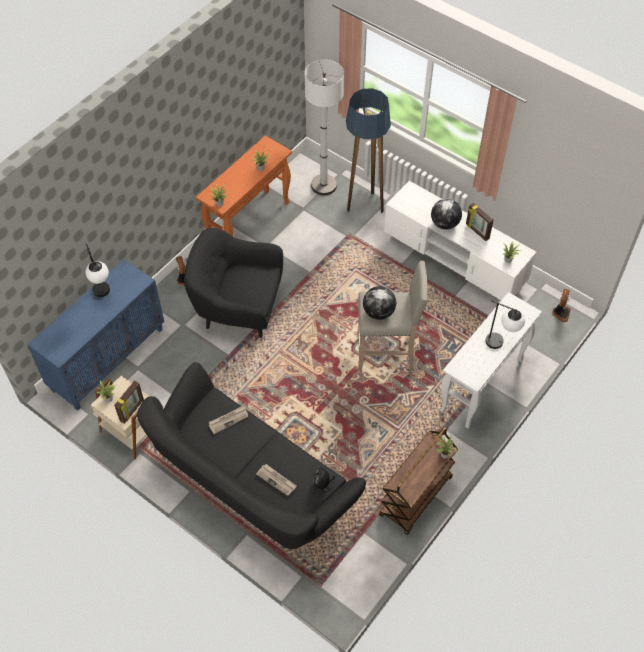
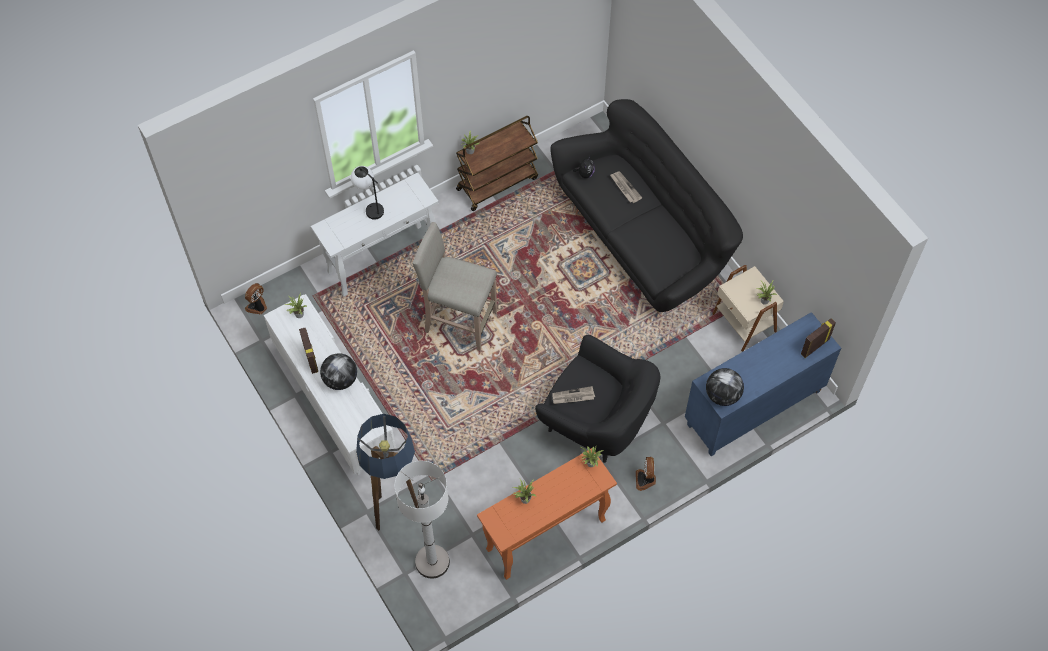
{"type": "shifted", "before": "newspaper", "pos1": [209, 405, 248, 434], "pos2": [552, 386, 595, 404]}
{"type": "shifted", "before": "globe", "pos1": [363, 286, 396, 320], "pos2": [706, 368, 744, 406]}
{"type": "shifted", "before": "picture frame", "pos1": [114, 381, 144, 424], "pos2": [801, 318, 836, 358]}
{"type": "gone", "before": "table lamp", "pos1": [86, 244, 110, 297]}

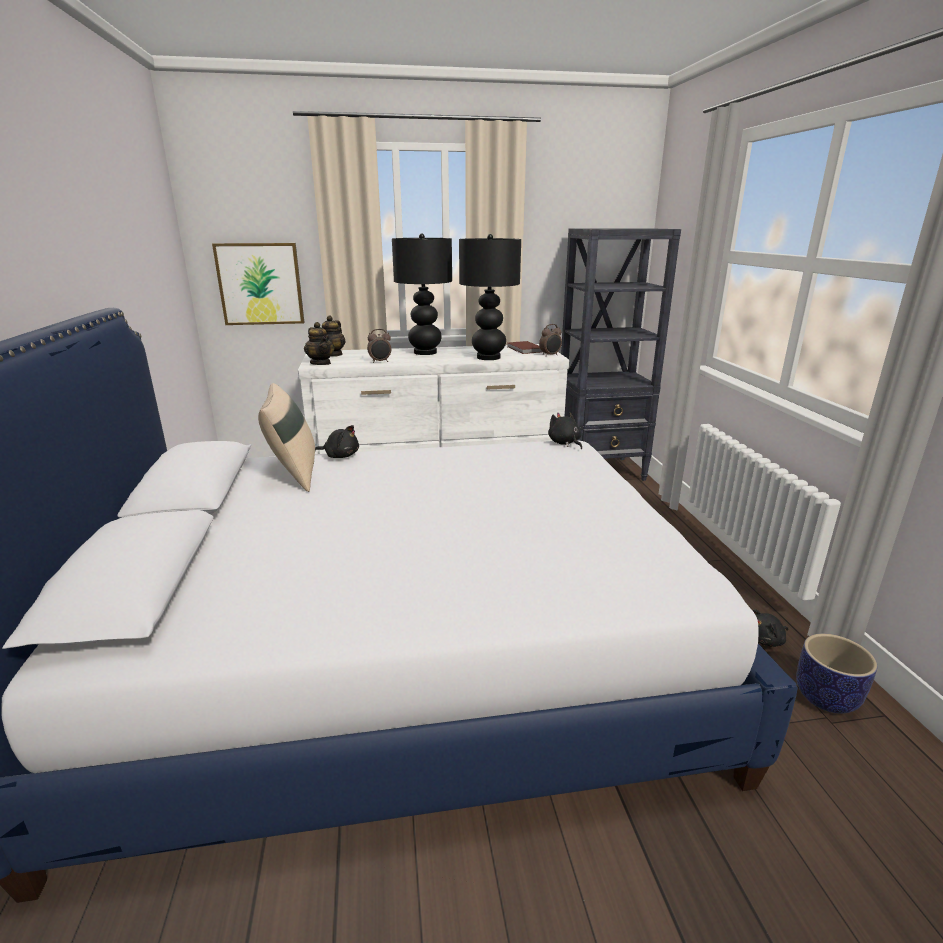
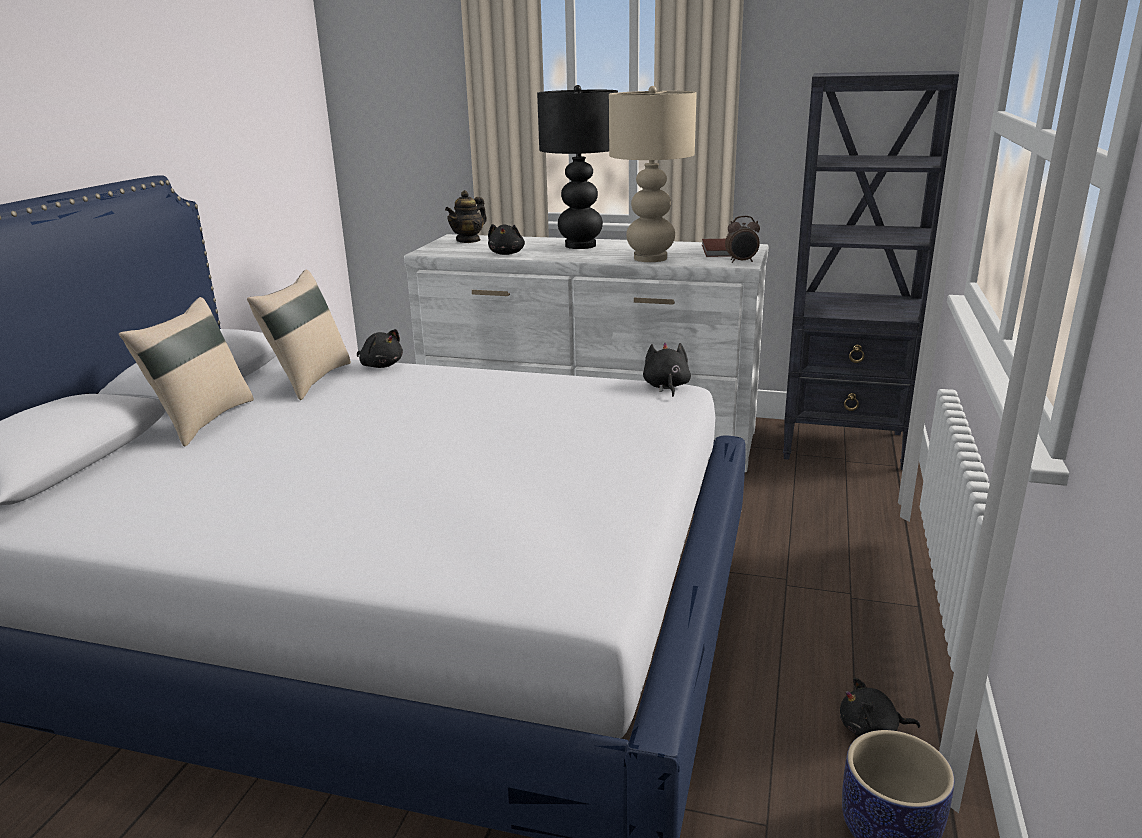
{"type": "new", "after": "pillow (beige)", "pos2": [119, 297, 254, 447]}
{"type": "swapped", "before": "alarm clock", "after": "plush toy (black)", "pos1": [367, 329, 391, 363], "pos2": [488, 224, 525, 255]}
{"type": "repainted", "before": "table lamp (black)", "after": "table lamp (beige)", "pos1": [459, 234, 521, 360], "pos2": [609, 86, 697, 262]}
{"type": "gone", "before": "picture", "pos1": [212, 243, 305, 325]}
{"type": "gone", "before": "teapot", "pos1": [304, 322, 335, 365]}

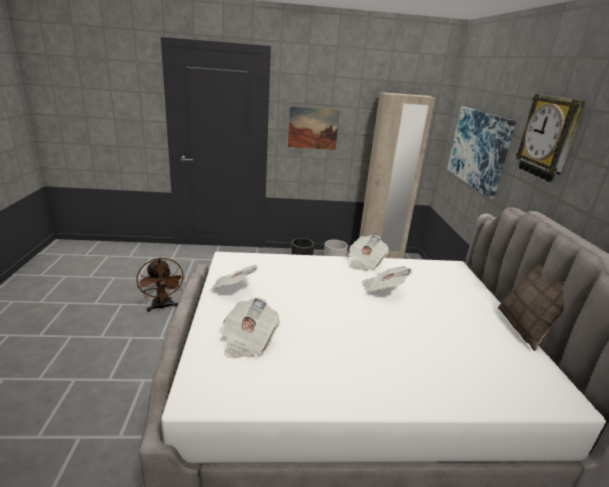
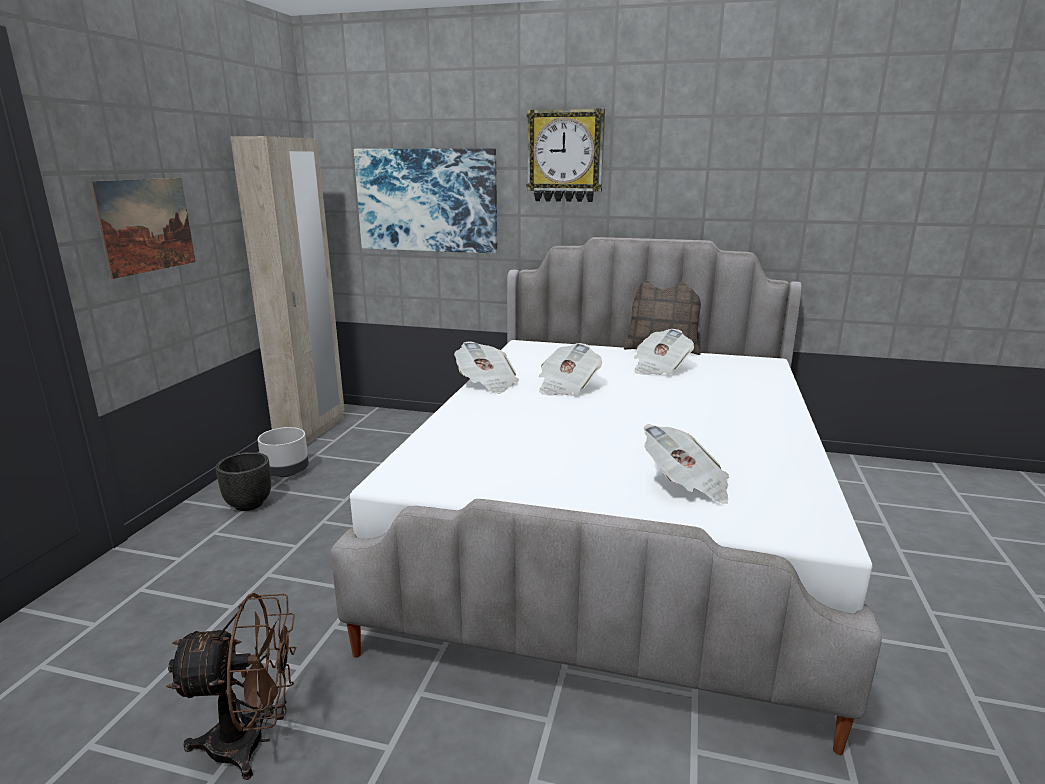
{"type": "shifted", "before": "newspaper", "pos1": [210, 264, 258, 290], "pos2": [634, 329, 694, 375]}

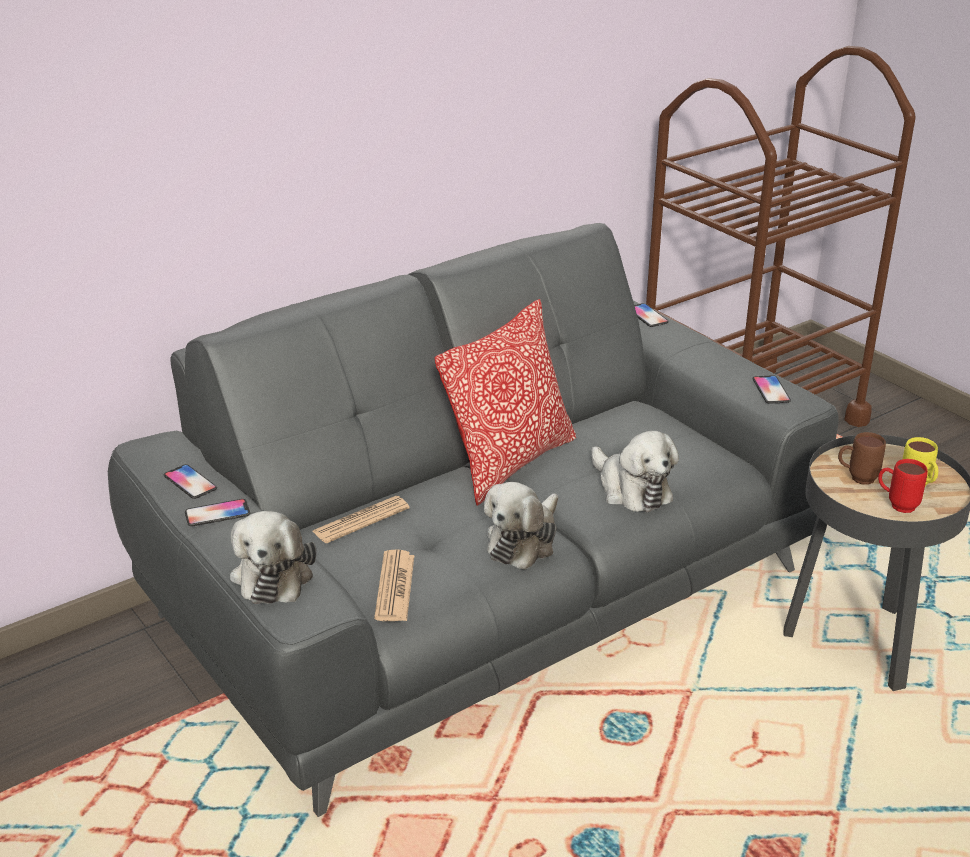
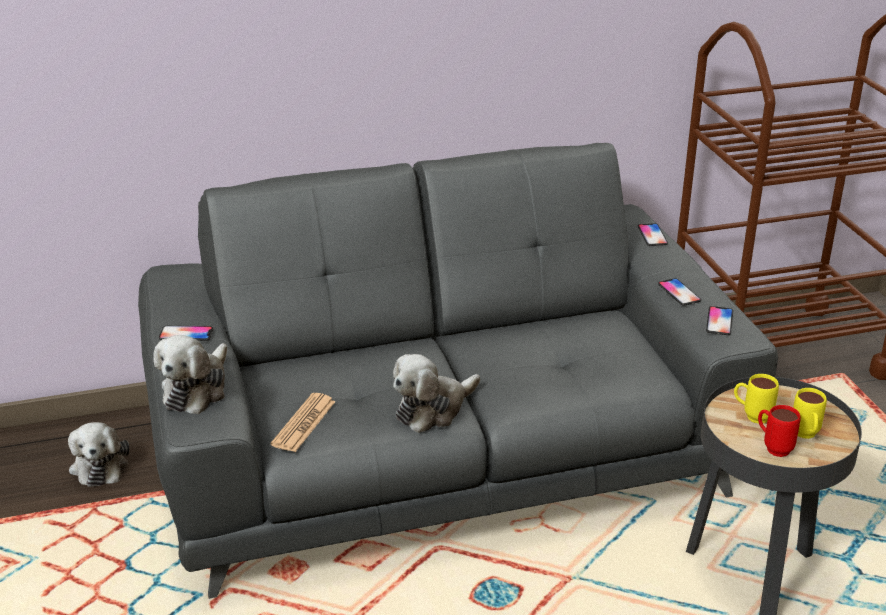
{"type": "shifted", "before": "plush toy", "pos1": [591, 431, 679, 512], "pos2": [68, 422, 130, 487]}
{"type": "shifted", "before": "phone", "pos1": [164, 464, 217, 499], "pos2": [658, 278, 701, 306]}
{"type": "repainted", "before": "mug (brown)", "after": "mug (yellow)", "pos1": [838, 432, 886, 485], "pos2": [734, 374, 779, 424]}
{"type": "gone", "before": "newspaper", "pos1": [313, 496, 410, 543]}
{"type": "gone", "before": "pillow", "pos1": [435, 299, 576, 506]}

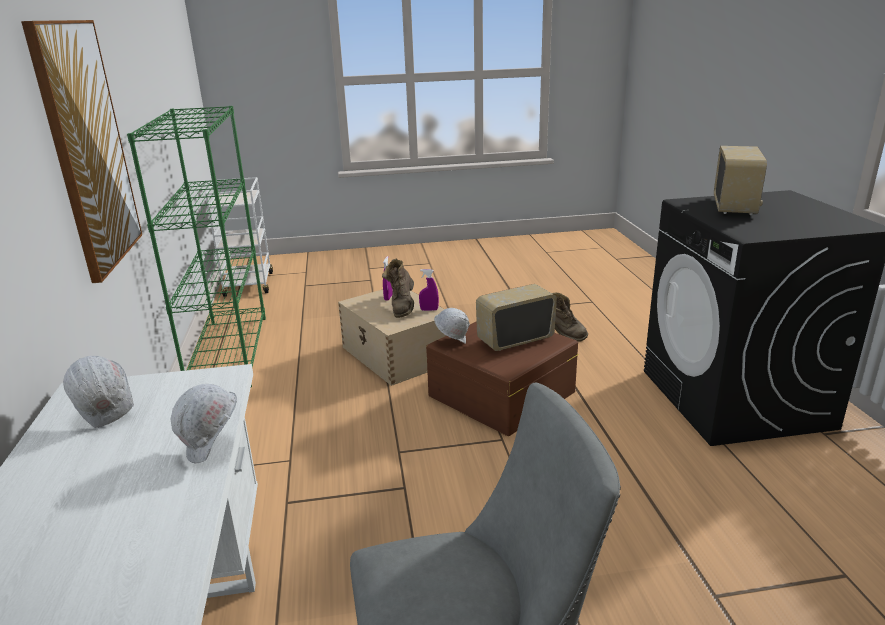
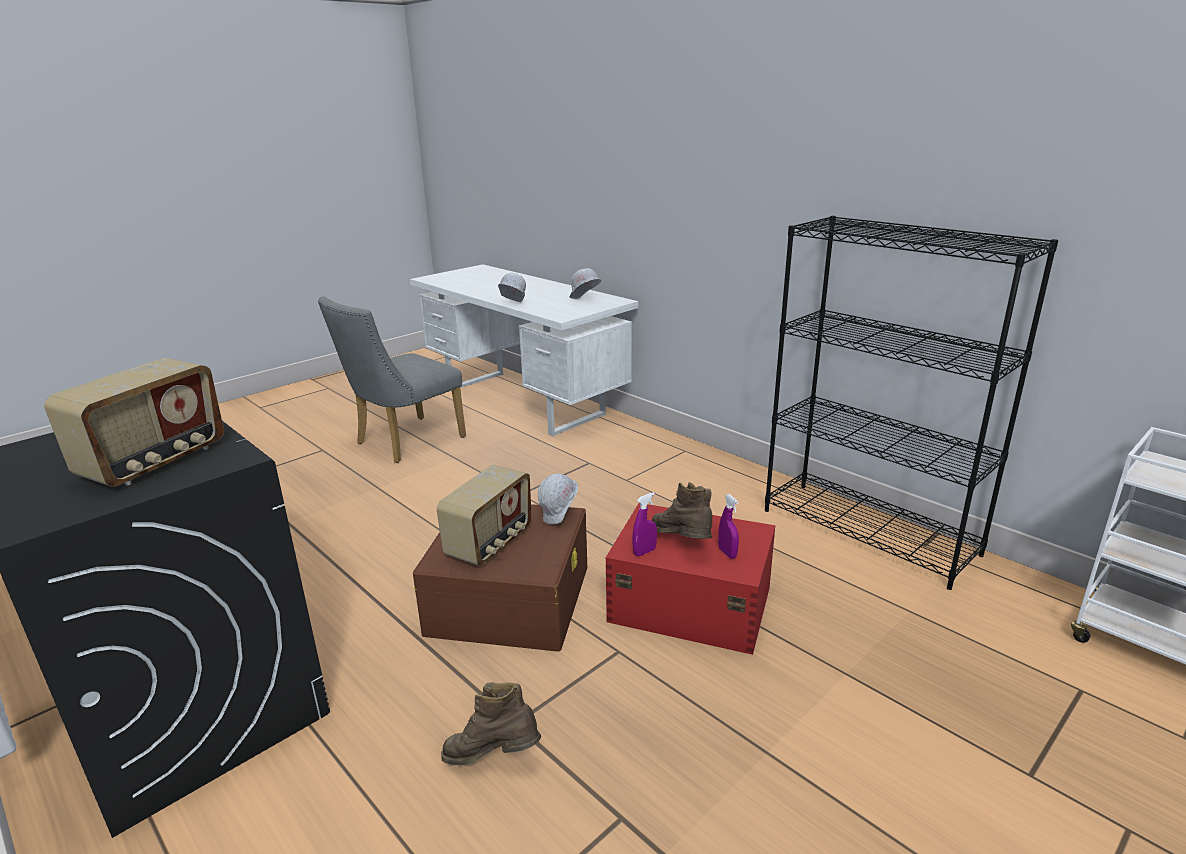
{"type": "rotated", "before": "radio", "pos1": [714, 146, 767, 215], "pos2": [44, 358, 224, 487], "turn": -135}
{"type": "repainted", "before": "storage box (beige)", "after": "storage box (red)", "pos1": [338, 289, 447, 386], "pos2": [605, 503, 775, 655]}
{"type": "repainted", "before": "bookcase (green)", "after": "bookcase (black)", "pos1": [127, 106, 266, 387], "pos2": [765, 216, 1058, 590]}
{"type": "gone", "before": "picture", "pos1": [21, 20, 142, 283]}

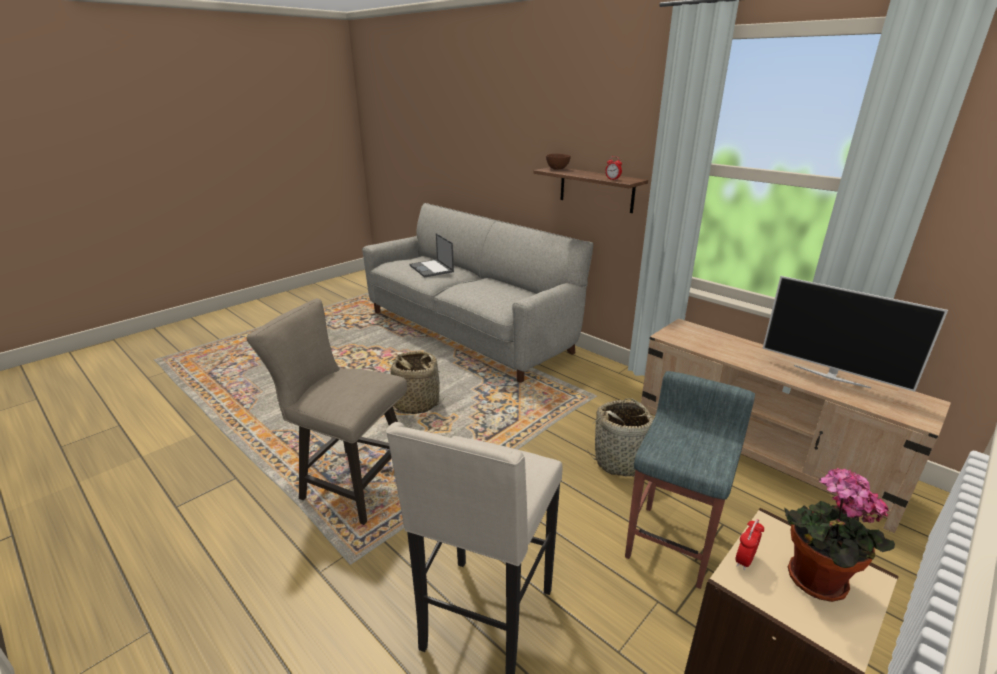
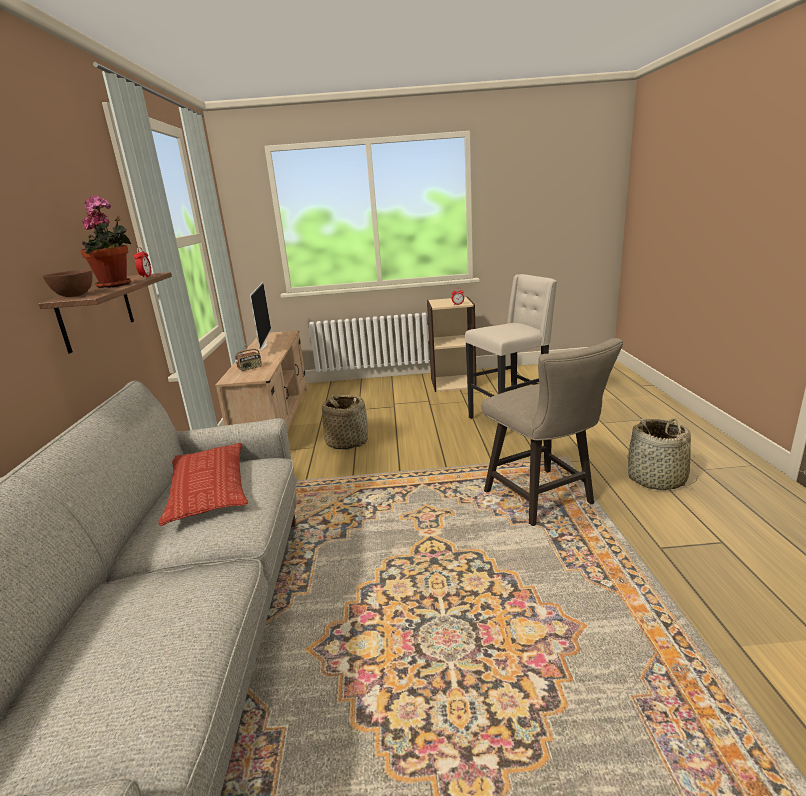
{"type": "shifted", "before": "potted plant", "pos1": [784, 468, 895, 602], "pos2": [80, 195, 131, 288]}
{"type": "new", "after": "pillow", "pos2": [158, 443, 248, 526]}
{"type": "new", "after": "radio", "pos2": [235, 342, 262, 371]}
{"type": "shifted", "before": "basket", "pos1": [388, 351, 444, 414], "pos2": [627, 418, 698, 490]}
{"type": "gone", "before": "laptop", "pos1": [410, 233, 454, 278]}
{"type": "gone", "before": "stool (grey)", "pos1": [625, 371, 755, 589]}

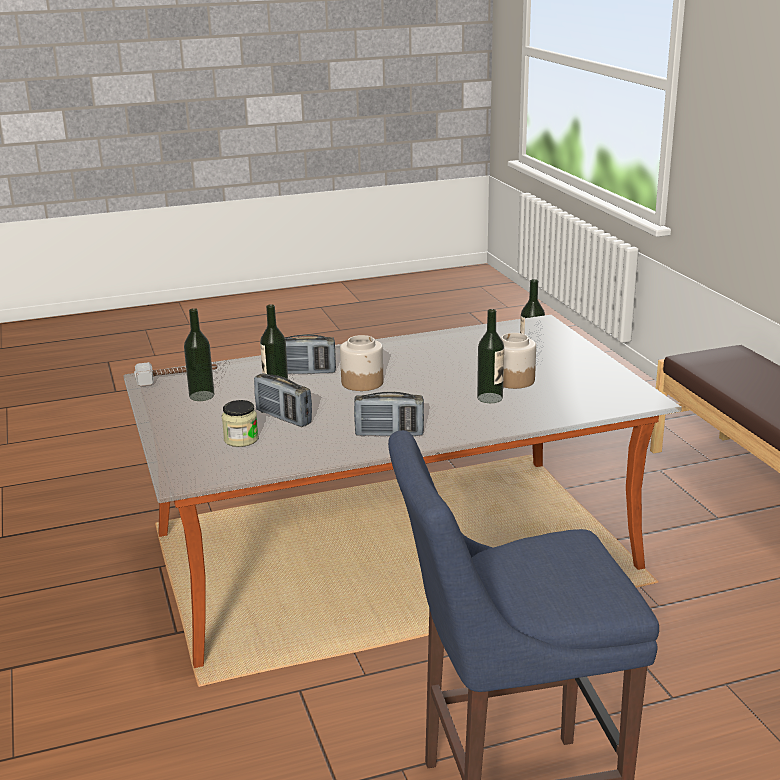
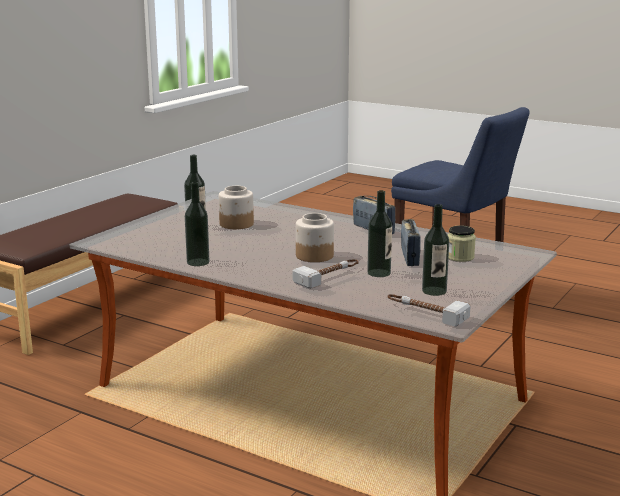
{"type": "shifted", "before": "bottle", "pos1": [477, 309, 504, 403], "pos2": [185, 182, 209, 266]}
{"type": "swapped", "before": "radio", "after": "hammer", "pos1": [285, 334, 336, 374], "pos2": [292, 259, 359, 289]}

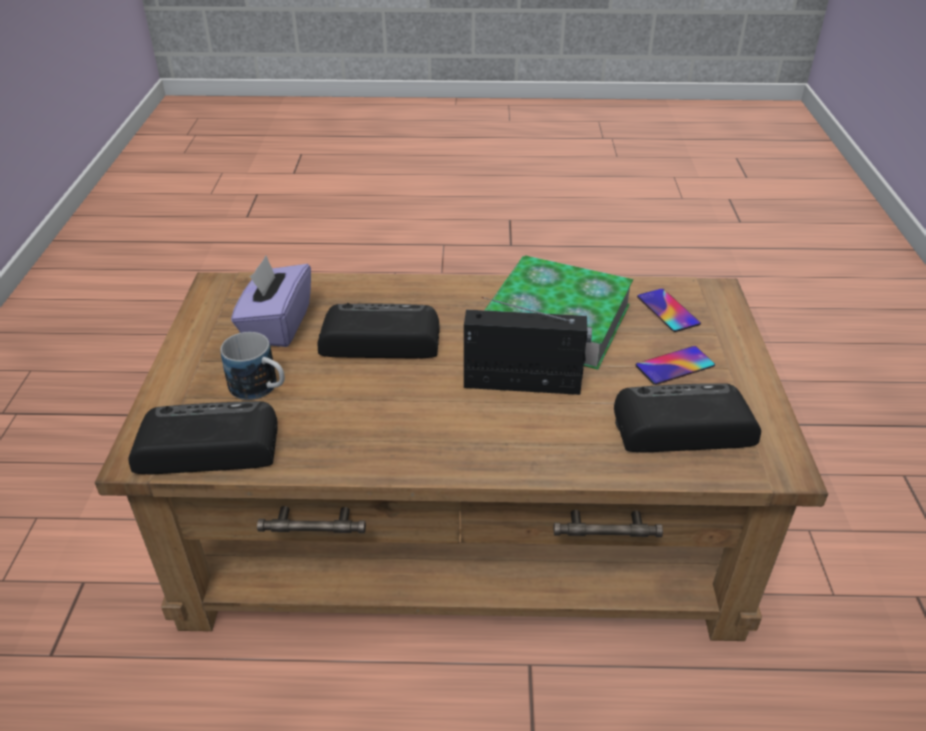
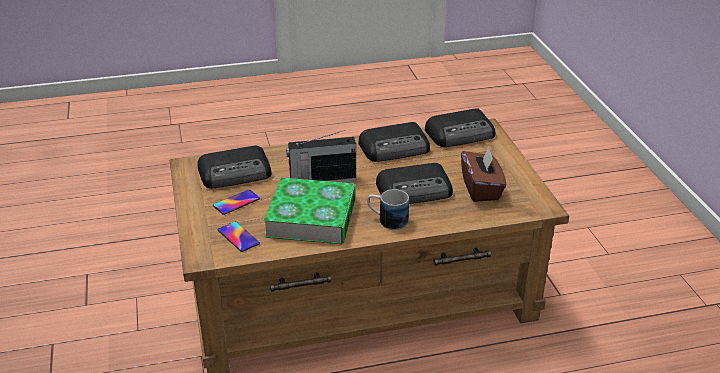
{"type": "new", "after": "radio", "pos2": [358, 122, 430, 162]}
{"type": "shifted", "before": "mug", "pos1": [220, 332, 285, 400], "pos2": [367, 189, 409, 230]}
{"type": "repainted", "before": "tissue box (purple)", "after": "tissue box (brown)", "pos1": [231, 256, 311, 347], "pos2": [461, 147, 506, 202]}

